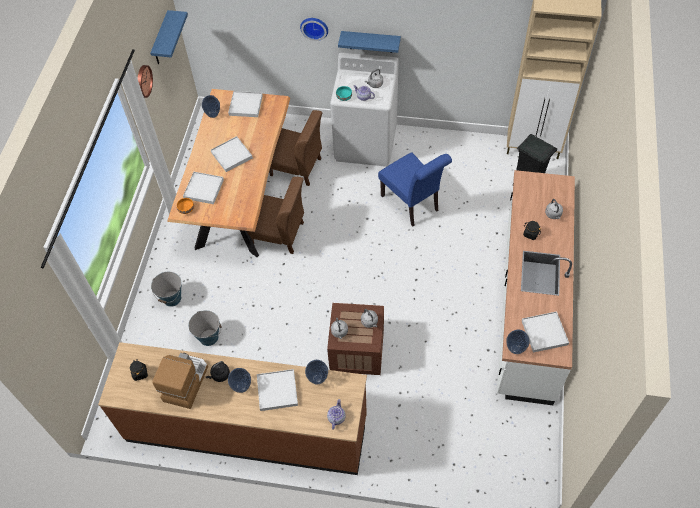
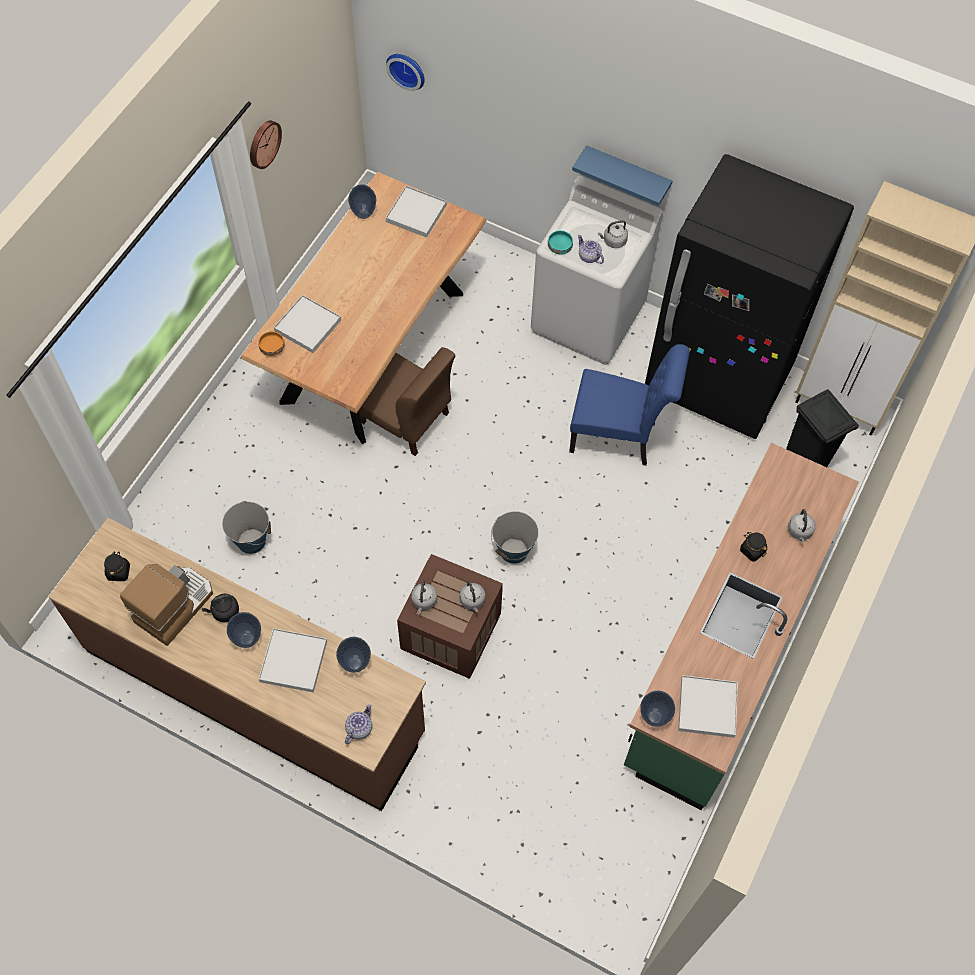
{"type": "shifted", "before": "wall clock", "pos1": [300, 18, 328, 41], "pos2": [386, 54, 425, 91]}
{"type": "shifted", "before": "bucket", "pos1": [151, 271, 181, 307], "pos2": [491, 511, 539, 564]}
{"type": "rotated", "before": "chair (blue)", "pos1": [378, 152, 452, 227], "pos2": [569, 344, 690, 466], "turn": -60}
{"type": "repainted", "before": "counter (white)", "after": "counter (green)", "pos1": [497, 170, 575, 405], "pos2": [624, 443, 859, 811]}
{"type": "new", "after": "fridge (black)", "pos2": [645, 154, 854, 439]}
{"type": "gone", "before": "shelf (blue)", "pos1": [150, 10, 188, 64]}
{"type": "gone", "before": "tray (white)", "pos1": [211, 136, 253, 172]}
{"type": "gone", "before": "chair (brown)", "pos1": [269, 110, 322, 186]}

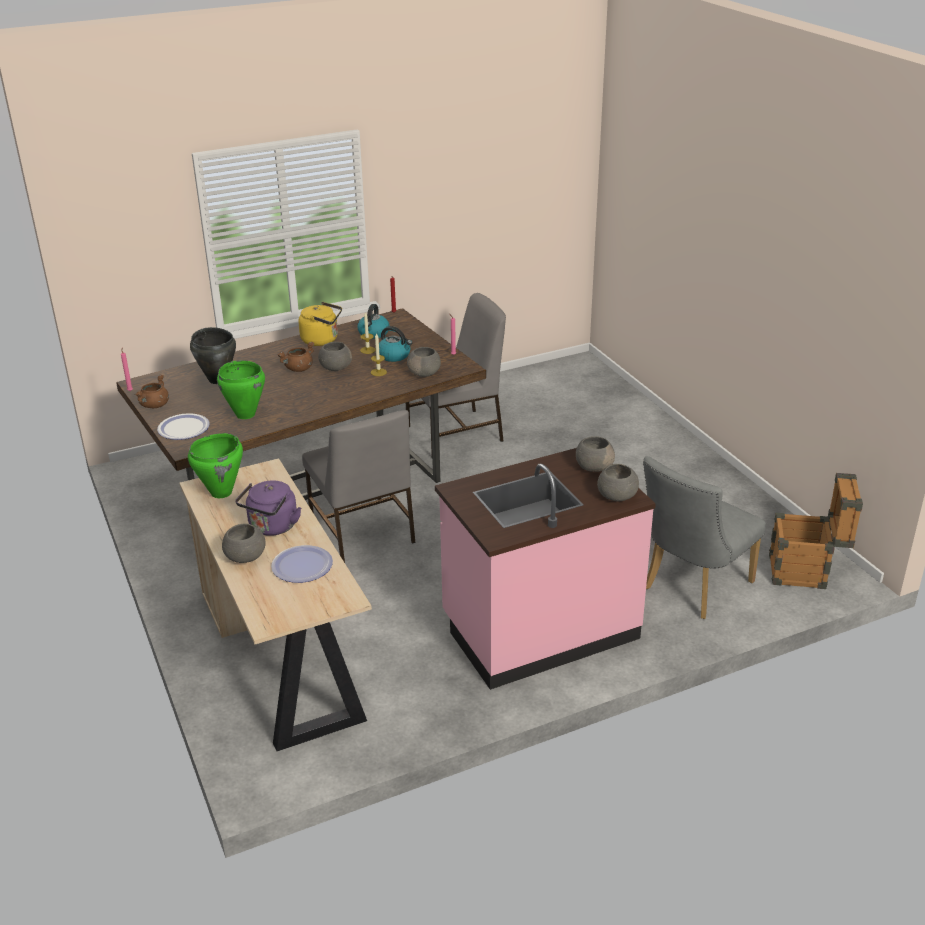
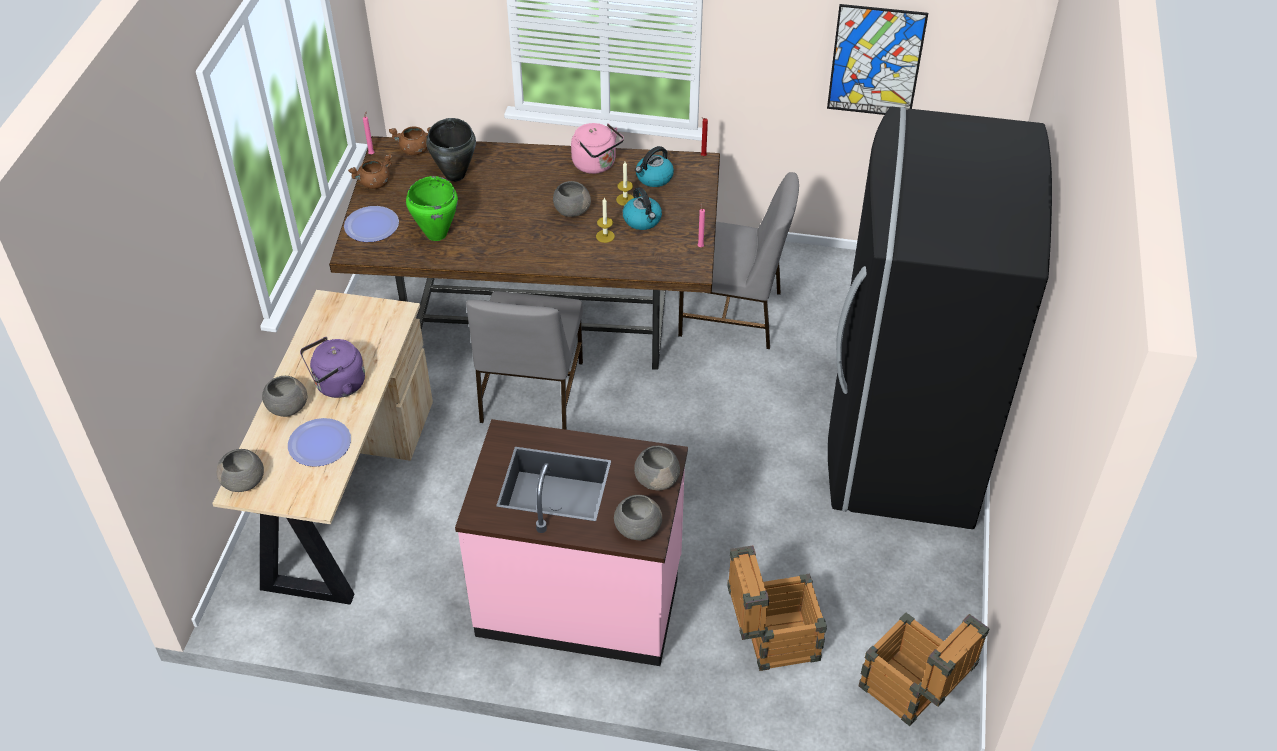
{"type": "shifted", "before": "bowl (grey)", "pos1": [407, 347, 441, 377], "pos2": [217, 449, 264, 492]}
{"type": "shifted", "before": "cooking pot (brown)", "pos1": [277, 342, 314, 372], "pos2": [389, 126, 431, 155]}
{"type": "repainted", "before": "kettle (yellow)", "after": "kettle (pink)", "pos1": [299, 302, 342, 346], "pos2": [571, 123, 624, 174]}
{"type": "swapped", "before": "chair (grey)", "after": "crate", "pos1": [643, 456, 766, 619], "pos2": [727, 545, 827, 671]}
{"type": "new", "after": "picture", "pos2": [827, 4, 928, 115]}
{"type": "new", "after": "fridge (black)", "pos2": [828, 107, 1052, 529]}
{"type": "gone", "before": "cooking pot (green)", "pos1": [188, 433, 243, 498]}

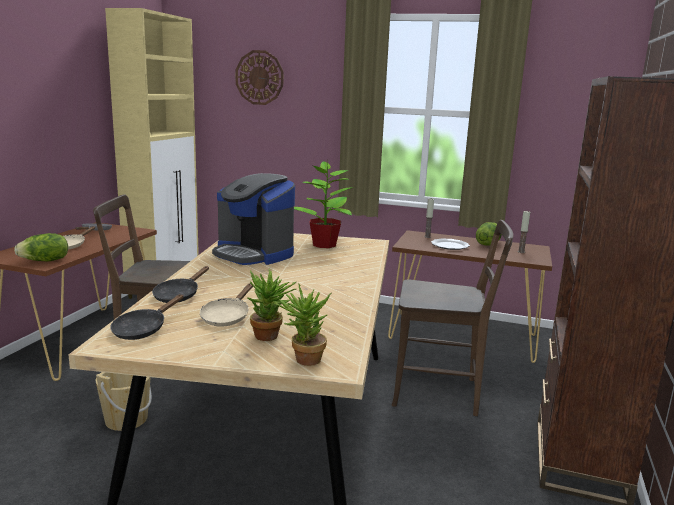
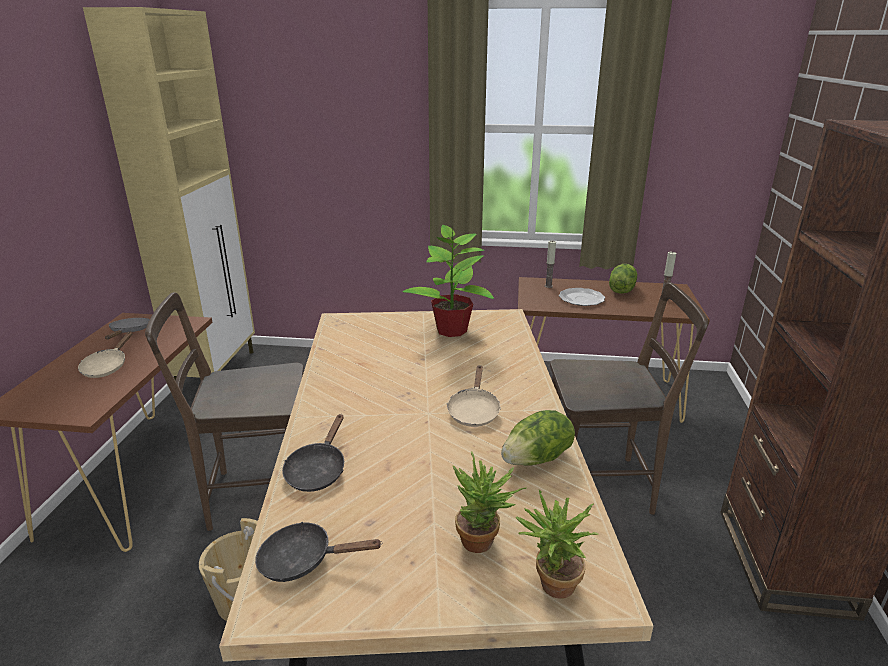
{"type": "rotated", "before": "frying pan (black)", "pos1": [110, 294, 183, 340], "pos2": [255, 522, 382, 582], "turn": 75}
{"type": "shifted", "before": "frying pan (beige)", "pos1": [200, 283, 253, 327], "pos2": [447, 365, 501, 427]}
{"type": "shifted", "before": "lettuce", "pos1": [14, 233, 68, 261], "pos2": [501, 410, 575, 466]}
{"type": "gone", "before": "coffee machine", "pos1": [212, 173, 295, 265]}
{"type": "gone", "before": "wall clock", "pos1": [236, 50, 284, 105]}

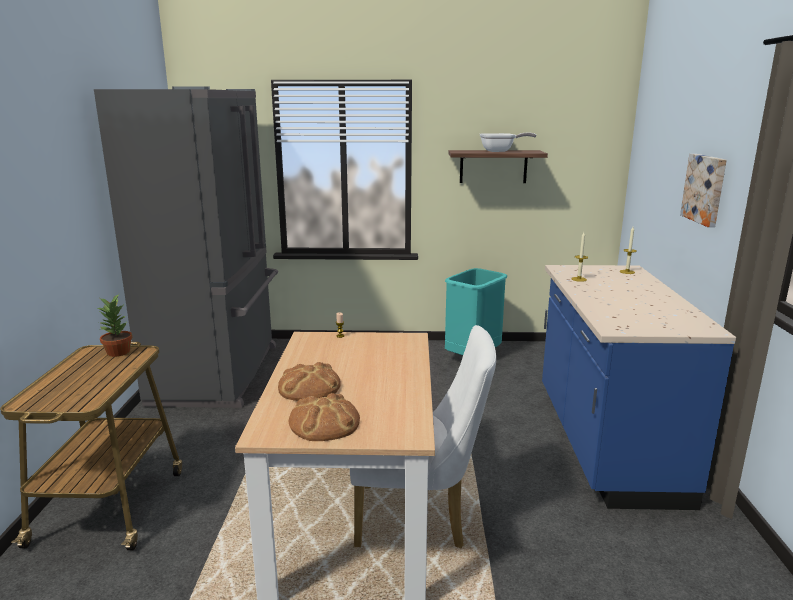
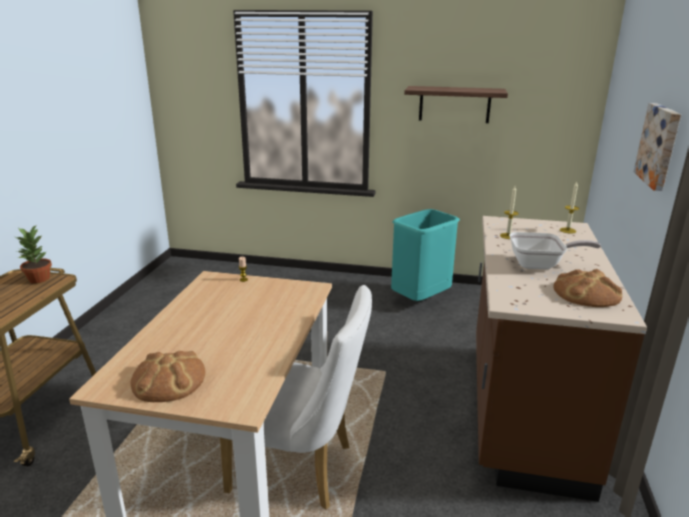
{"type": "repainted", "before": "counter (blue)", "after": "counter (brown)", "pos1": [542, 265, 736, 510], "pos2": [476, 216, 647, 502]}
{"type": "shifted", "before": "frying pan", "pos1": [480, 132, 536, 152], "pos2": [509, 232, 601, 269]}
{"type": "shifted", "before": "bread", "pos1": [278, 362, 341, 401], "pos2": [554, 269, 622, 307]}
{"type": "gone", "before": "fridge (grey)", "pos1": [94, 86, 278, 408]}

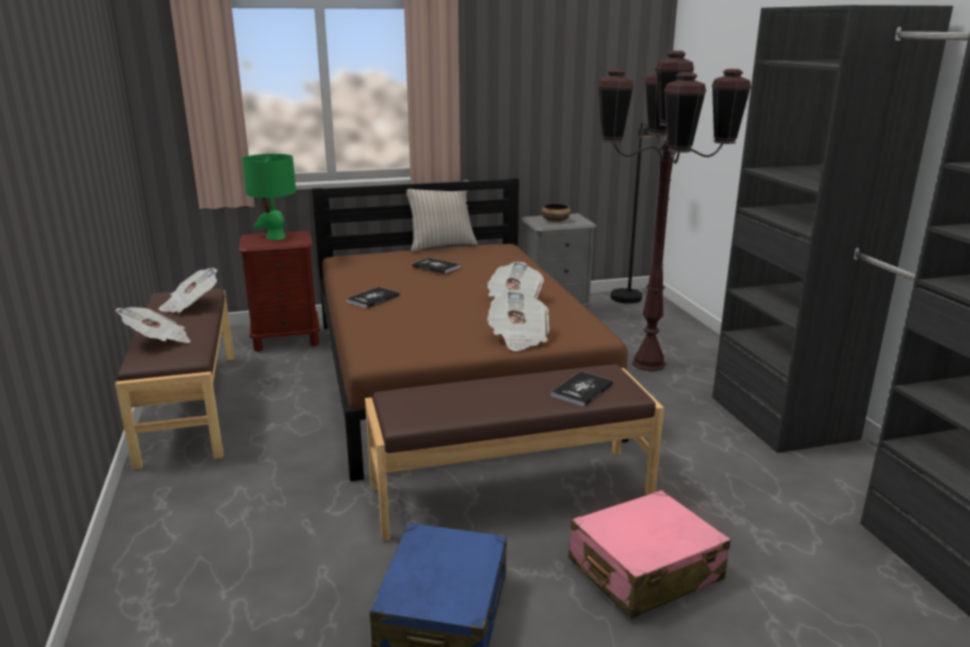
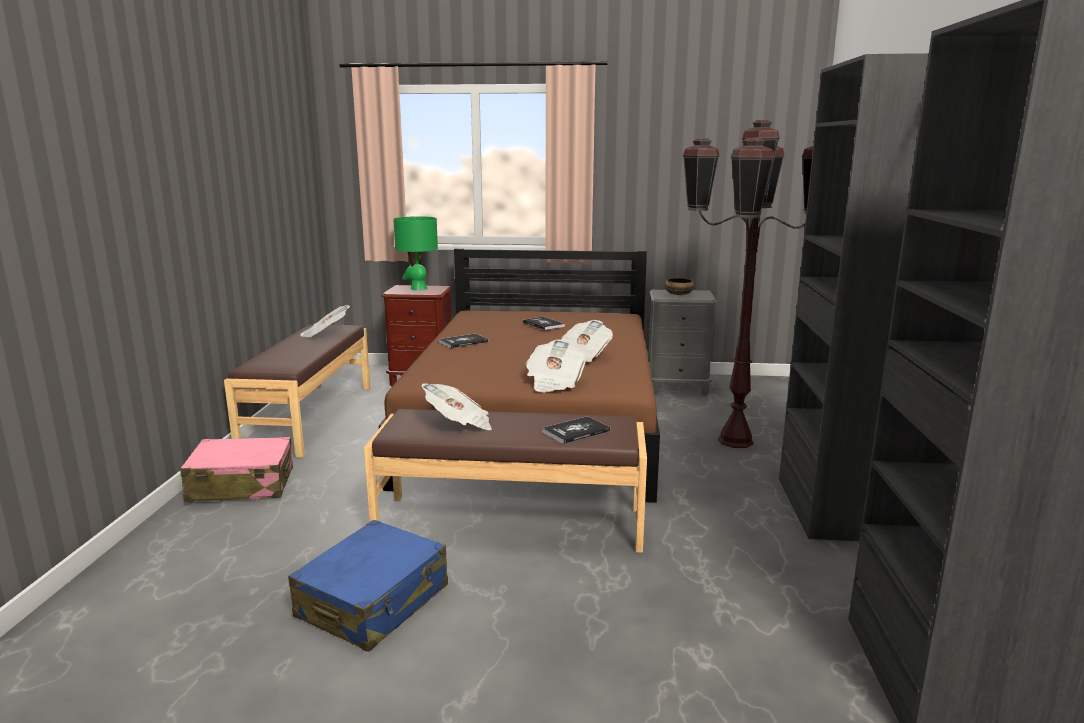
{"type": "shifted", "before": "suitcase (pink)", "pos1": [568, 490, 731, 619], "pos2": [180, 437, 293, 502]}
{"type": "shifted", "before": "newspaper", "pos1": [116, 307, 190, 343], "pos2": [421, 383, 492, 430]}
{"type": "gone", "before": "pillow (beige)", "pos1": [406, 180, 478, 252]}
{"type": "gone", "before": "floor lamp (black)", "pos1": [611, 122, 657, 304]}

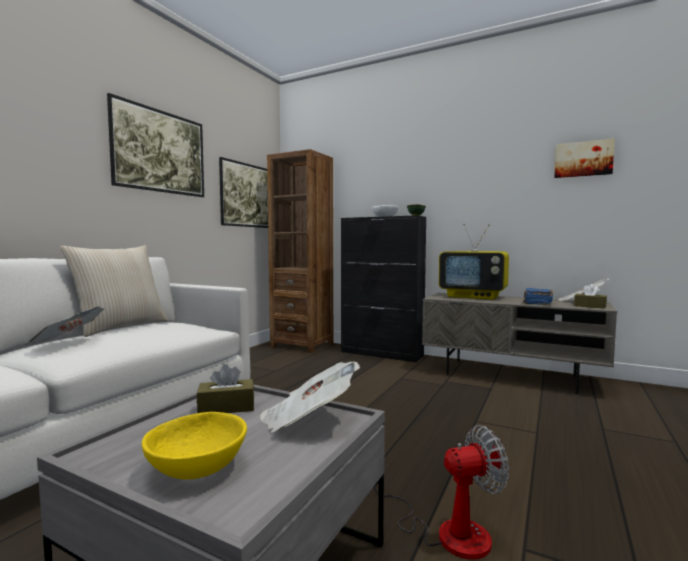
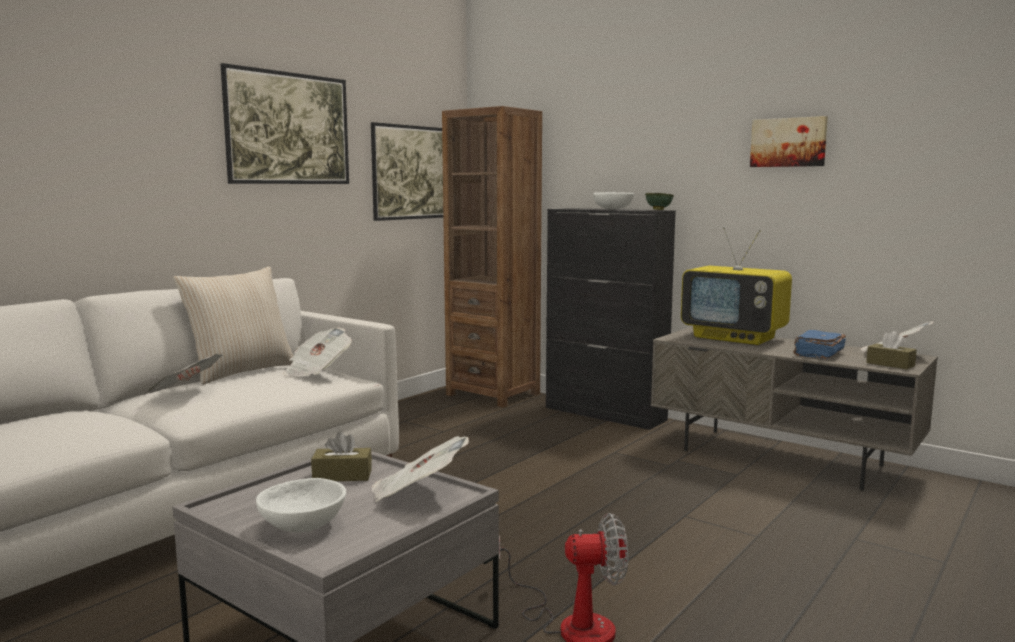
{"type": "repainted", "before": "bowl (yellow)", "after": "bowl (white)", "pos1": [142, 412, 247, 480], "pos2": [256, 478, 346, 533]}
{"type": "new", "after": "newspaper", "pos2": [283, 328, 352, 377]}
{"type": "shifted", "before": "picture", "pos1": [554, 139, 615, 178], "pos2": [750, 116, 828, 167]}

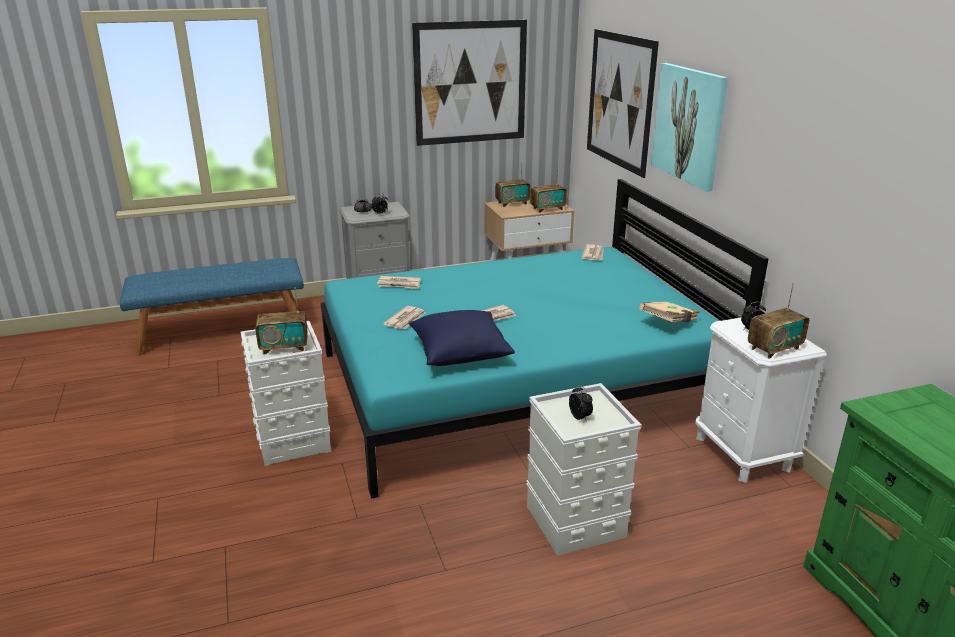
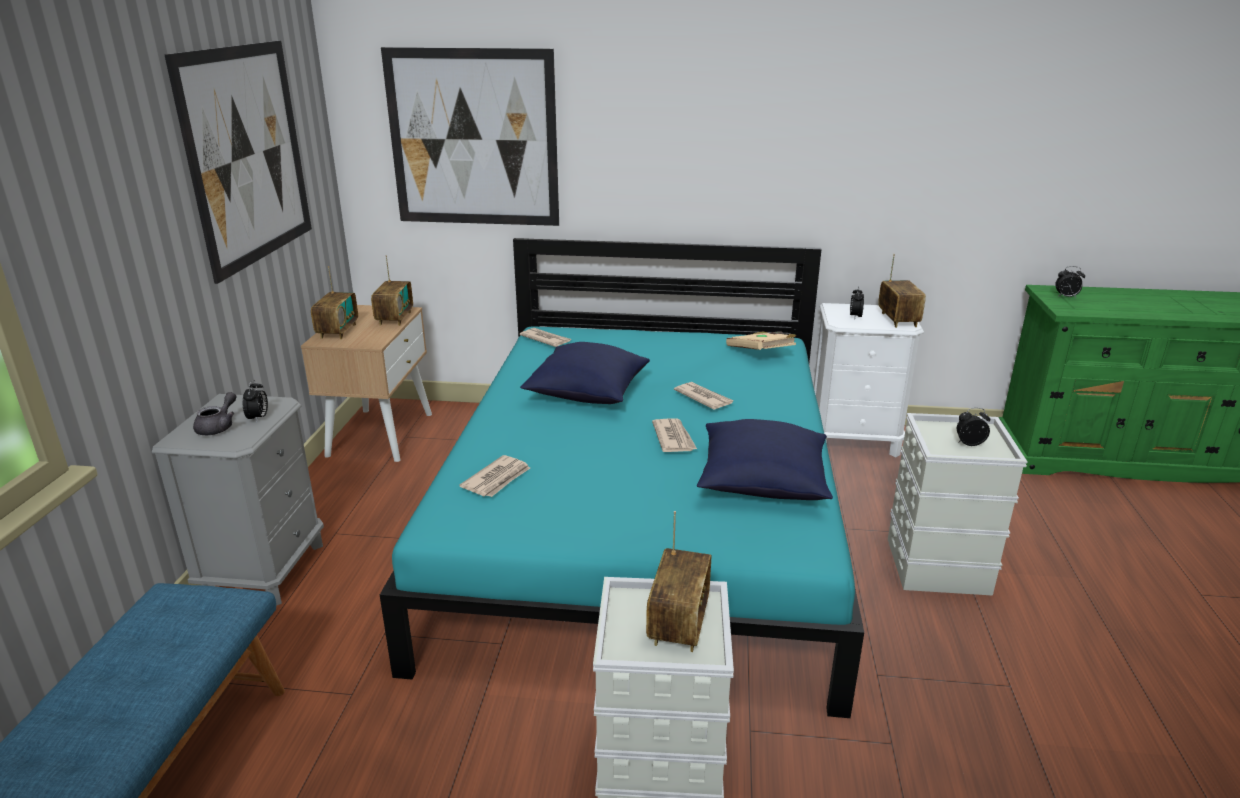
{"type": "new", "after": "pillow (blue)", "pos2": [520, 342, 650, 404]}
{"type": "shifted", "before": "newspaper", "pos1": [383, 306, 425, 329], "pos2": [674, 382, 734, 410]}
{"type": "new", "after": "alarm clock", "pos2": [1055, 266, 1085, 298]}
{"type": "gone", "before": "picture", "pos1": [651, 63, 728, 191]}

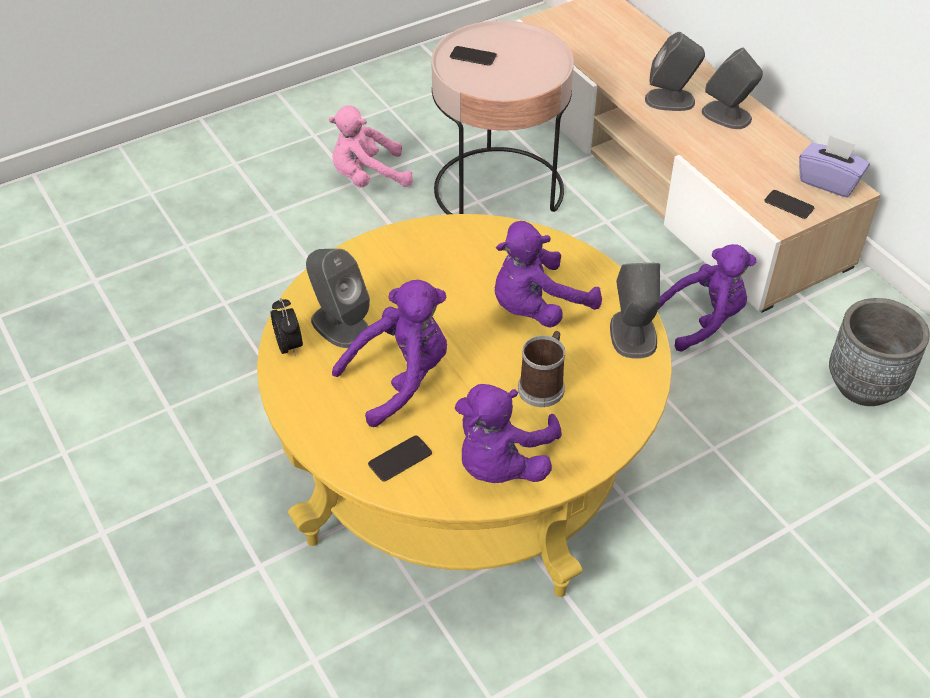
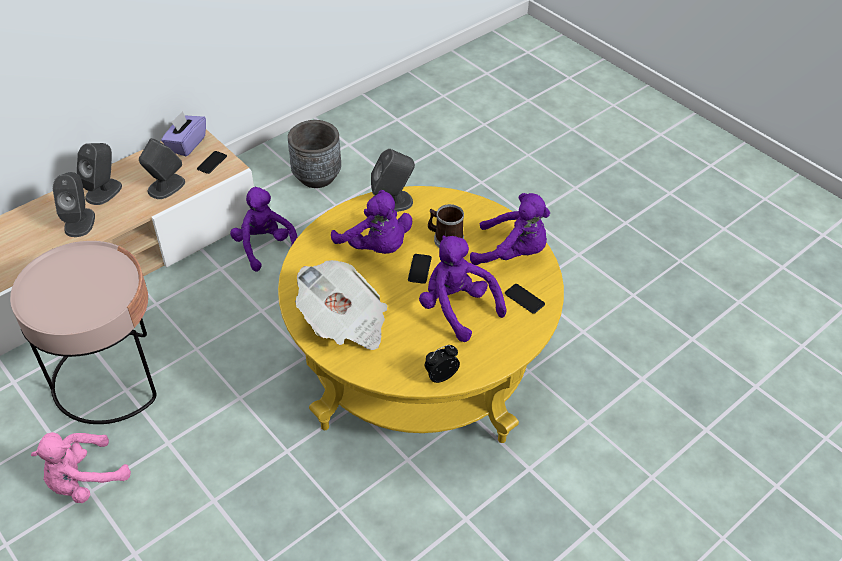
{"type": "rotated", "before": "plush toy (pink)", "pos1": [329, 105, 413, 187], "pos2": [31, 432, 131, 503], "turn": 75}
{"type": "shifted", "before": "speaker (grey)", "pos1": [306, 249, 370, 348], "pos2": [139, 138, 185, 199]}
{"type": "new", "after": "newspaper", "pos2": [295, 260, 387, 350]}
{"type": "shifted", "before": "phone", "pos1": [450, 46, 497, 66], "pos2": [408, 254, 432, 284]}

